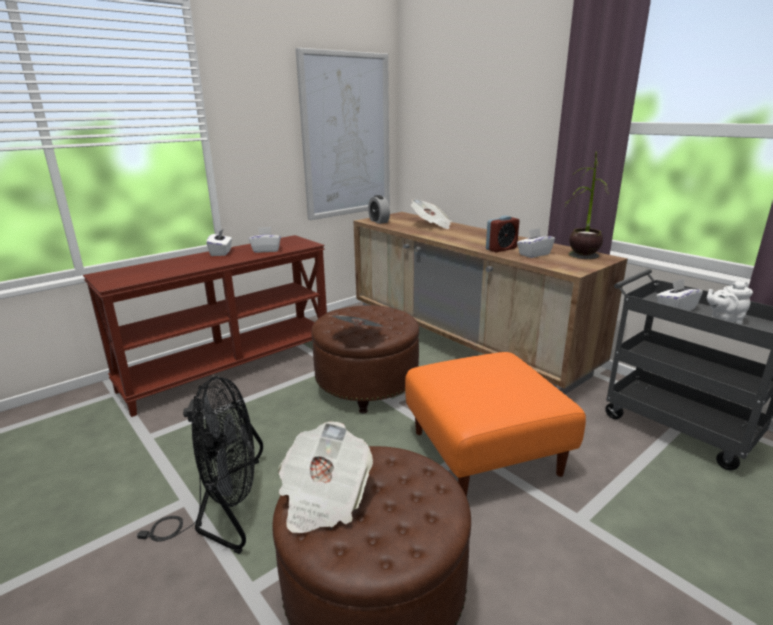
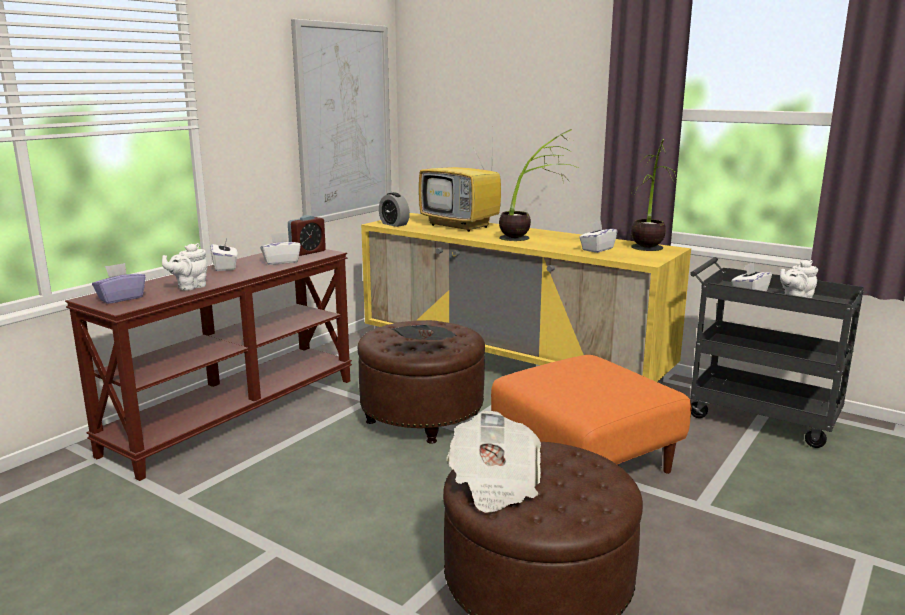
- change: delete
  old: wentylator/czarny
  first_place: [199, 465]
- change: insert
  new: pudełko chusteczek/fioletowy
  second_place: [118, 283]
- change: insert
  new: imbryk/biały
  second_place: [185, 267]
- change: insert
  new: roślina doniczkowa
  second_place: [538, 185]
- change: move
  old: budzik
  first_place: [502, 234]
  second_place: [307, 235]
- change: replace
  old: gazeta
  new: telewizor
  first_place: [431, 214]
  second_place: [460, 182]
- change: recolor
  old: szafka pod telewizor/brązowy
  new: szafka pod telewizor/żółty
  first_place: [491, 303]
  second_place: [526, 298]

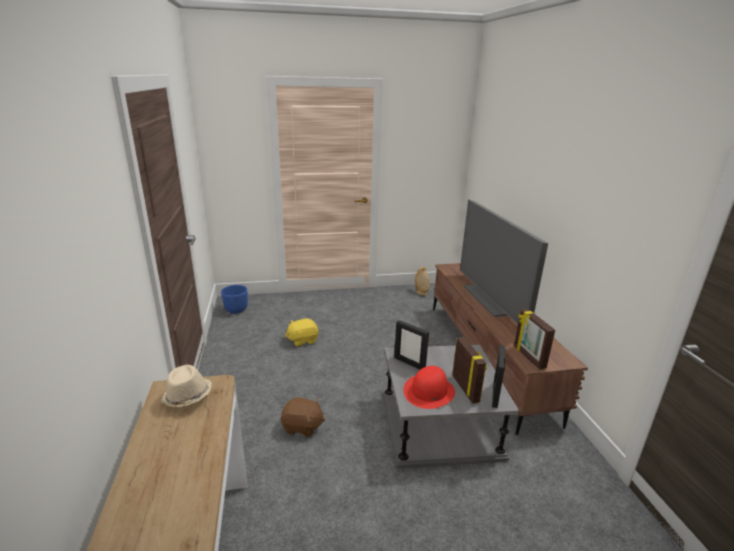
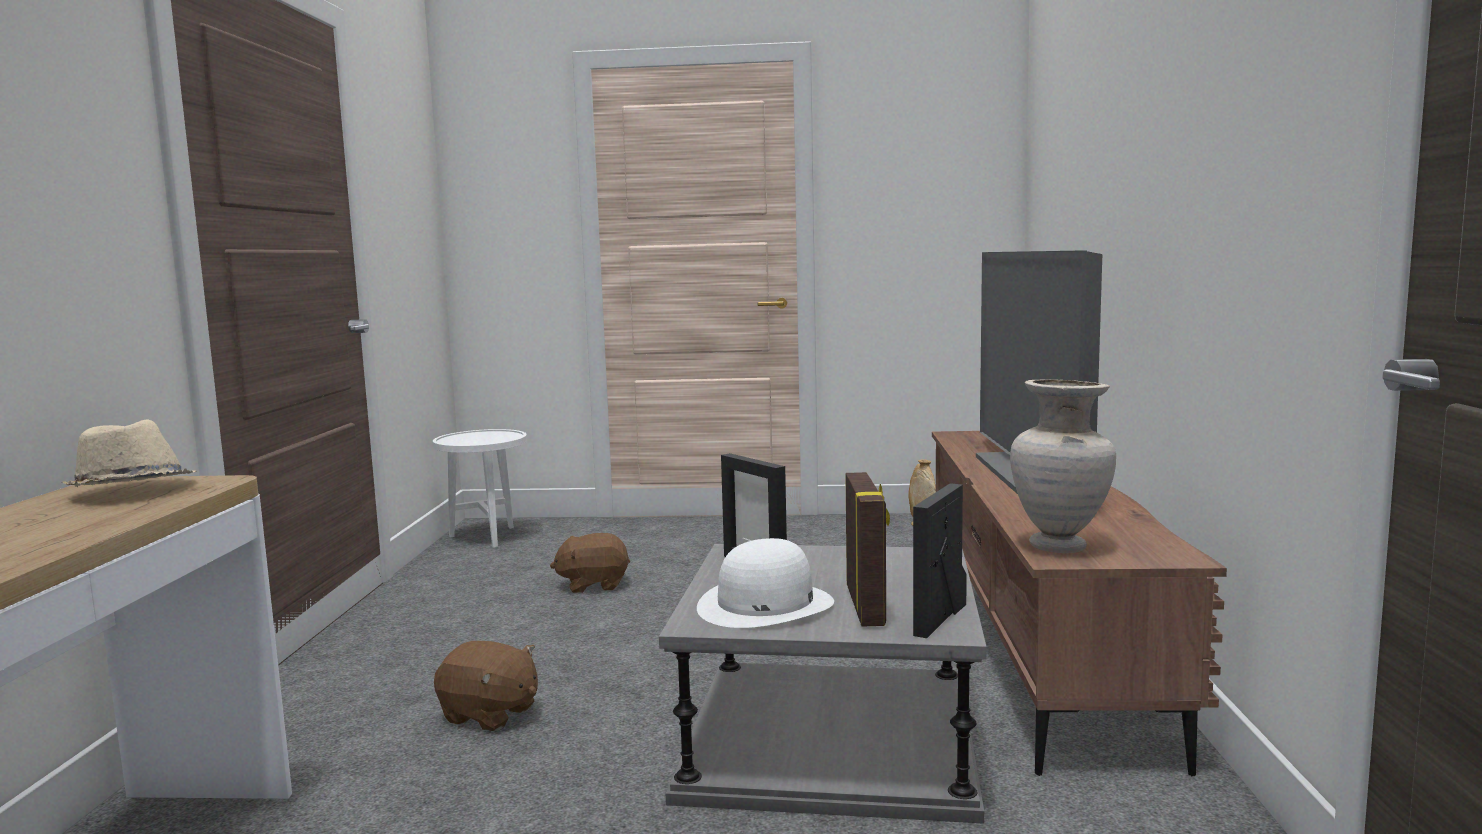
- change: replace
  old: donica/niebieski
  new: stolik/biały
  first_place: [234, 299]
  second_place: [480, 488]
- change: replace
  old: ramka na zdjęcie
  new: wazon/beżowy
  first_place: [534, 339]
  second_place: [1063, 466]
- change: recolor
  old: pluszak/żółty
  new: pluszak/brązowy
  first_place: [301, 332]
  second_place: [590, 563]
- change: recolor
  old: kapelusz/czerwony
  new: kapelusz/biały
  first_place: [429, 387]
  second_place: [765, 583]

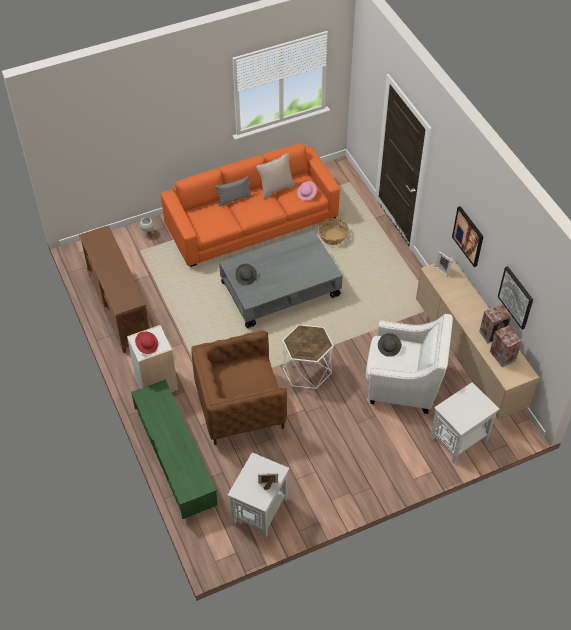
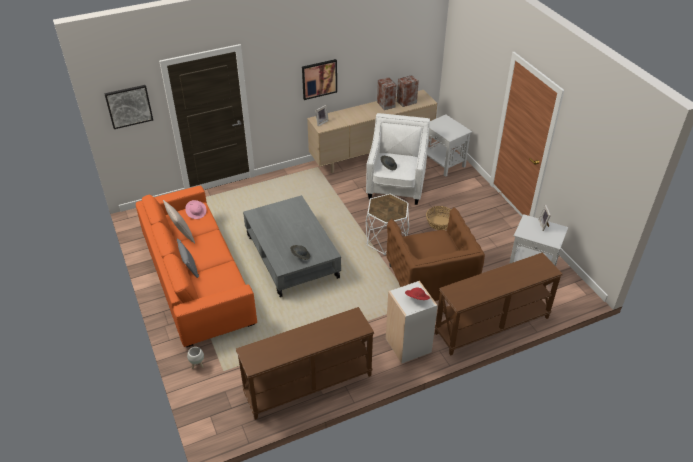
- change: move
  old: koszyk
  first_place: [333, 231]
  second_place: [438, 218]
- change: move
  old: obraz
  first_place: [515, 297]
  second_place: [128, 107]
- change: replace
  old: szafka pod telewizor/zielony
  new: stolik konsolowy/brązowy
  first_place: [174, 449]
  second_place: [498, 304]

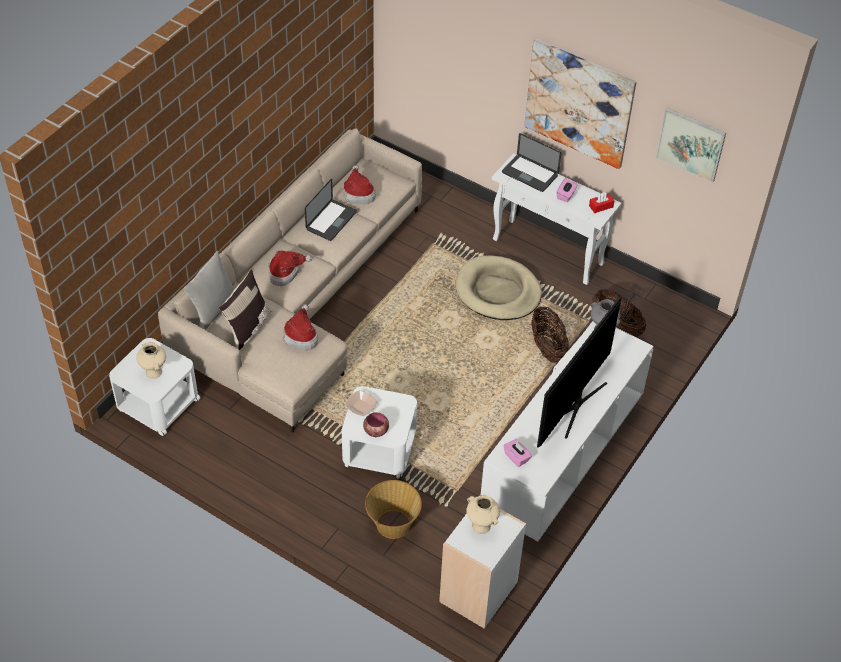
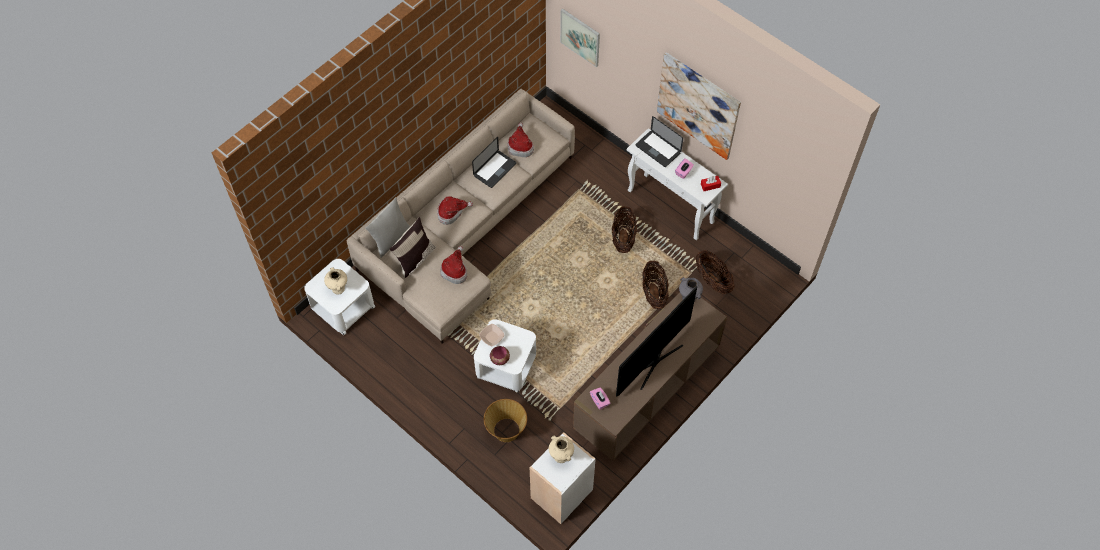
- change: move
  old: obraz
  first_place: [691, 145]
  second_place: [580, 37]
- change: replace
  old: legowisko/beżowy
  new: koszyk
  first_place: [499, 287]
  second_place: [624, 229]
- change: recolor
  old: szafka pod telewizor/biały
  new: szafka pod telewizor/brązowy
  first_place: [567, 431]
  second_place: [650, 376]

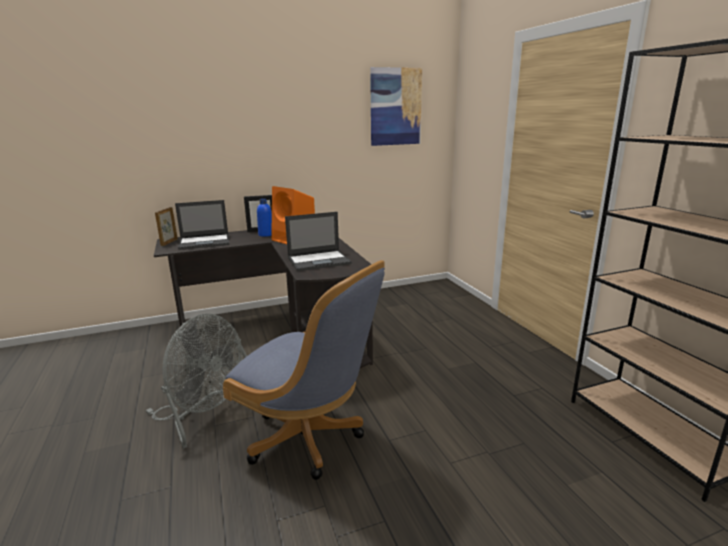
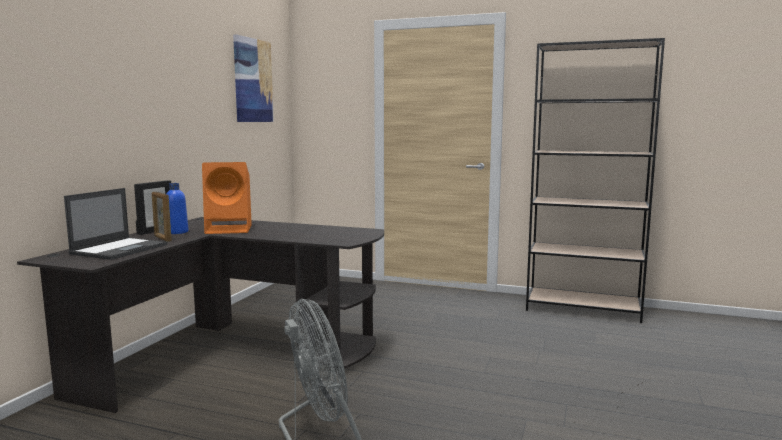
- change: delete
  old: krzesło biurowe/niebieski
  first_place: [304, 370]
- change: delete
  old: laptop
  first_place: [318, 241]
- change: move
  old: ramka na zdjęcie
  first_place: [166, 226]
  second_place: [162, 217]

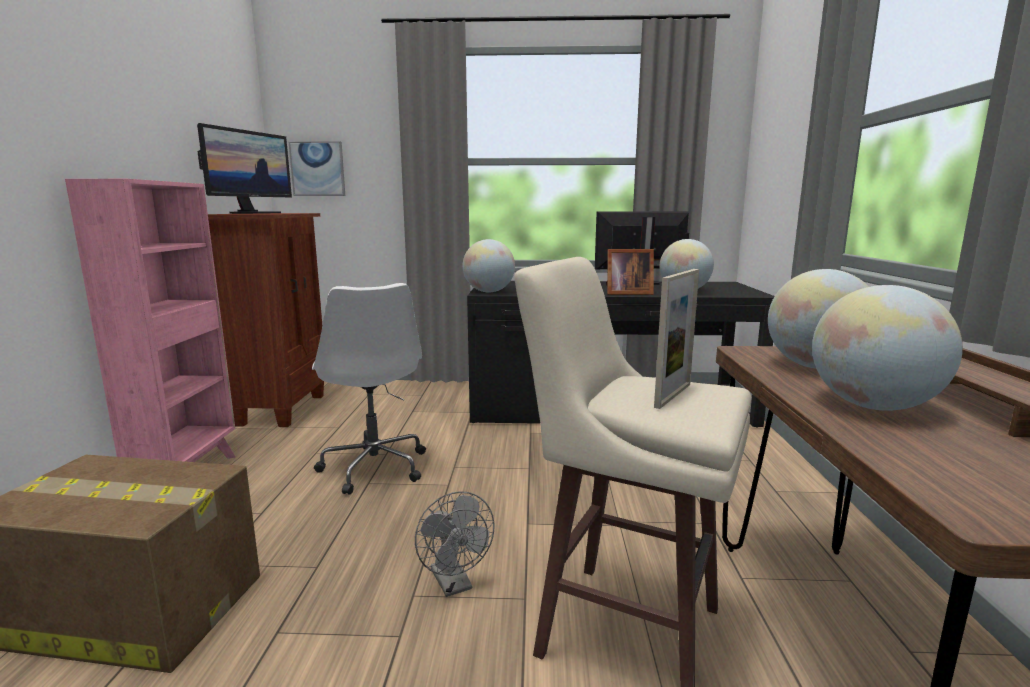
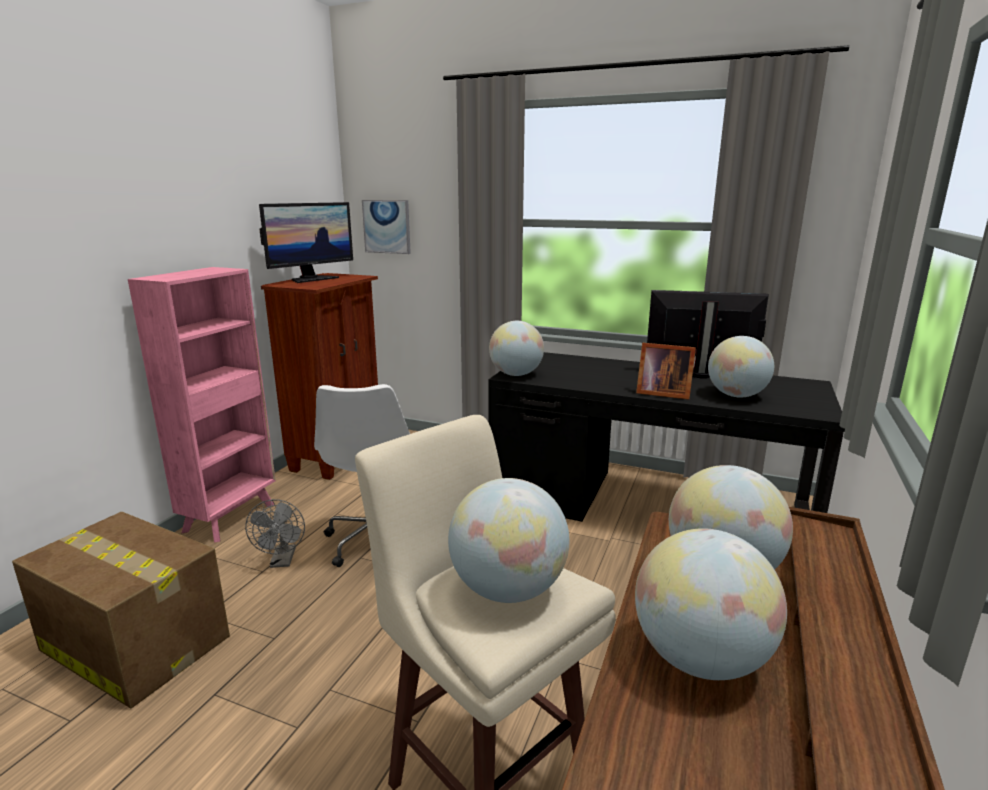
- change: move
  old: wentylator/szary
  first_place: [454, 544]
  second_place: [275, 533]
- change: replace
  old: ramka na zdjęcie
  new: globus
  first_place: [676, 339]
  second_place: [509, 540]

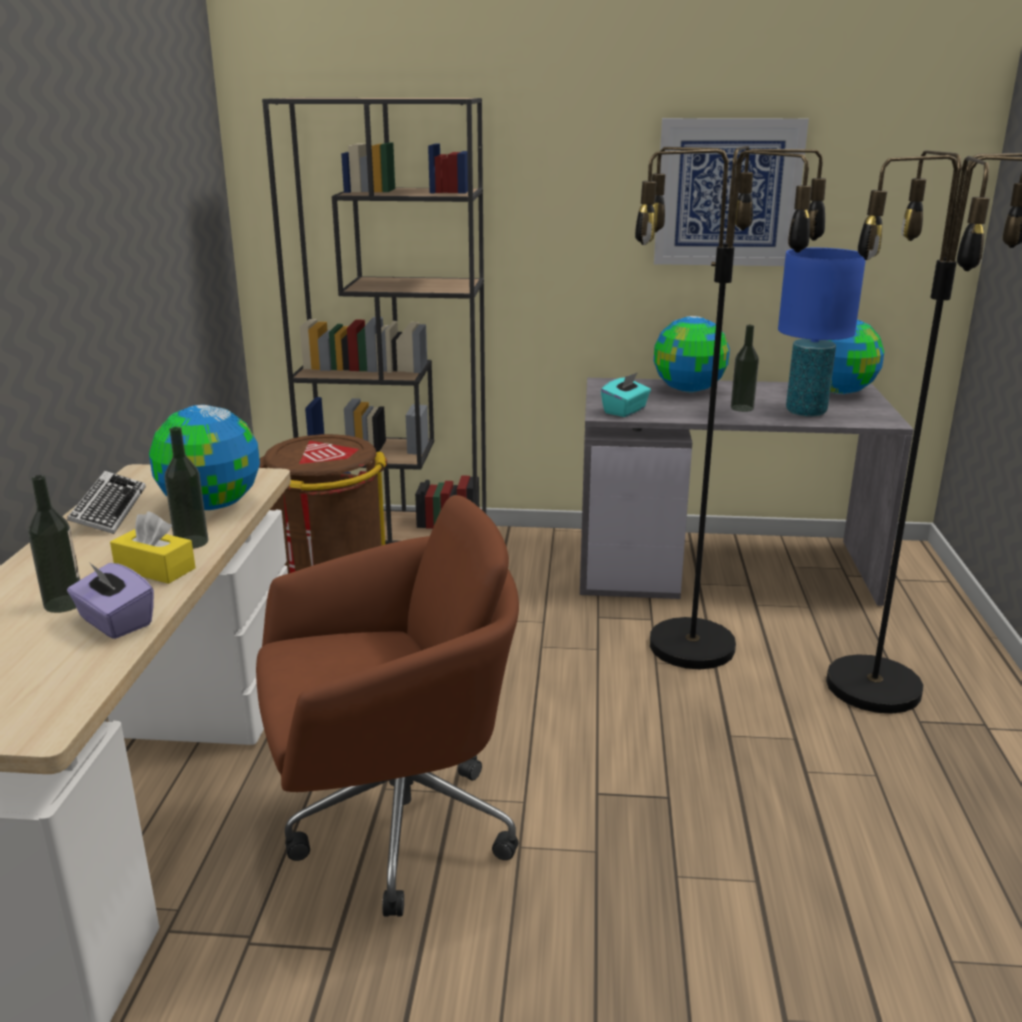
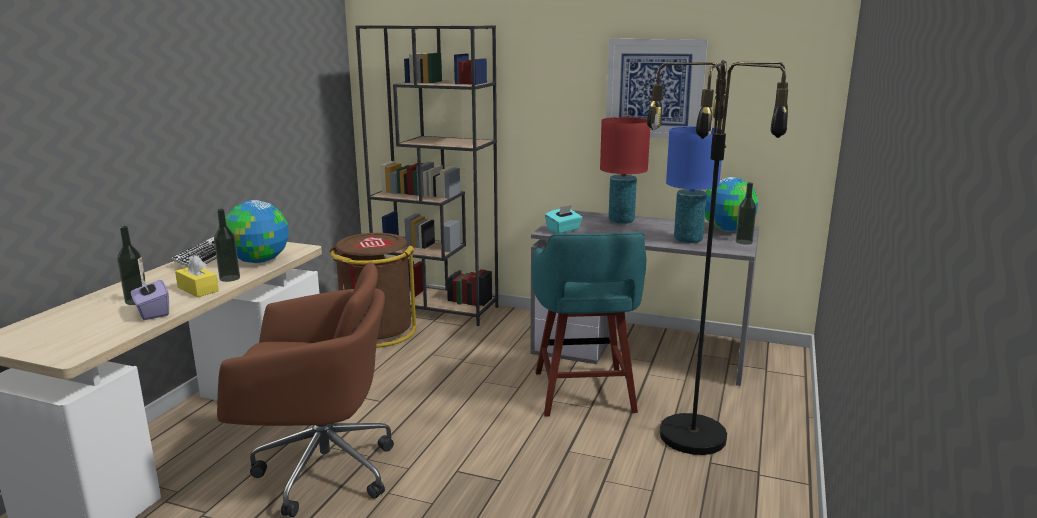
- change: move
  old: butelka
  first_place: [745, 368]
  second_place: [746, 214]
- change: replace
  old: lampa stojąca
  new: stołek/turkusowy
  first_place: [730, 407]
  second_place: [589, 324]
- change: replace
  old: globus
  new: lampa stołowa/czerwony
  first_place: [692, 354]
  second_place: [625, 170]

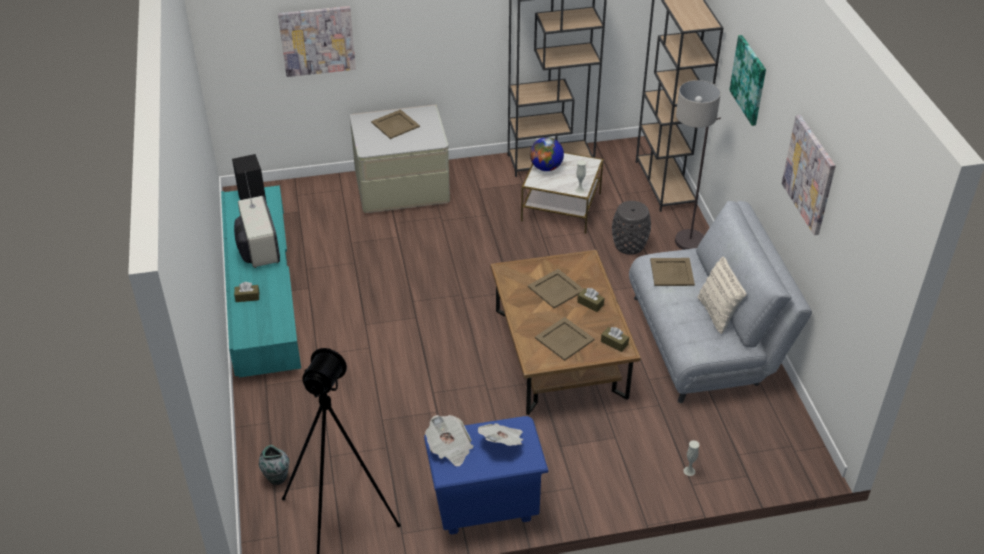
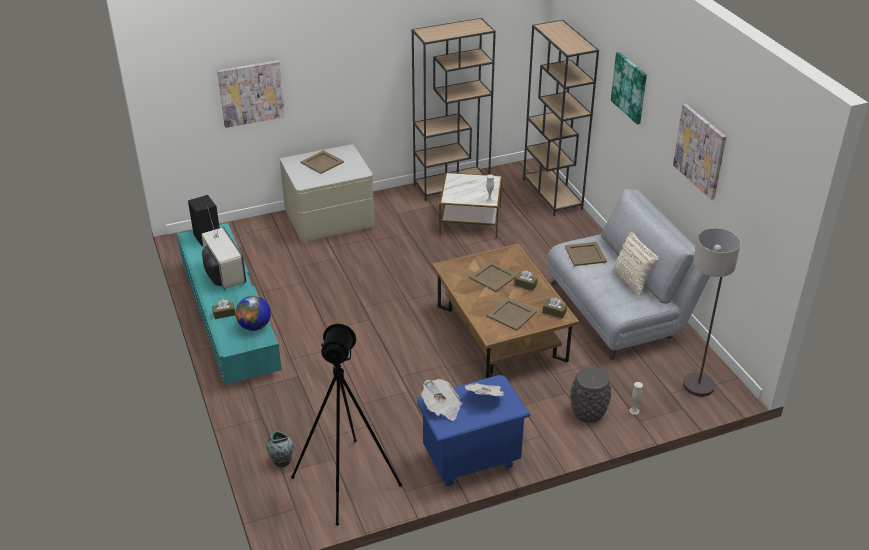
- change: move
  old: globus
  first_place: [547, 154]
  second_place: [253, 313]
- change: move
  old: stołek/szary
  first_place: [631, 228]
  second_place: [590, 395]
- change: move
  old: lampa stojąca/szary
  first_place: [698, 165]
  second_place: [712, 312]

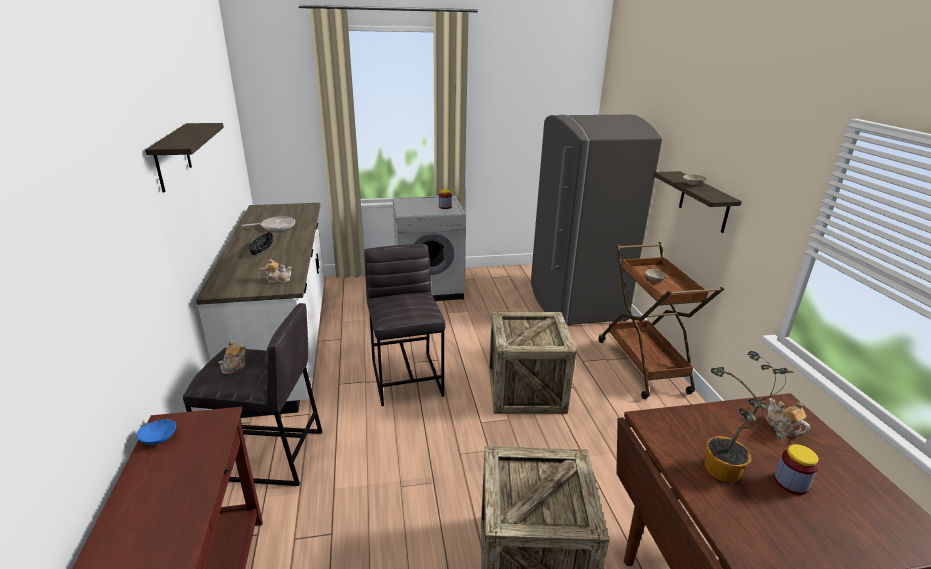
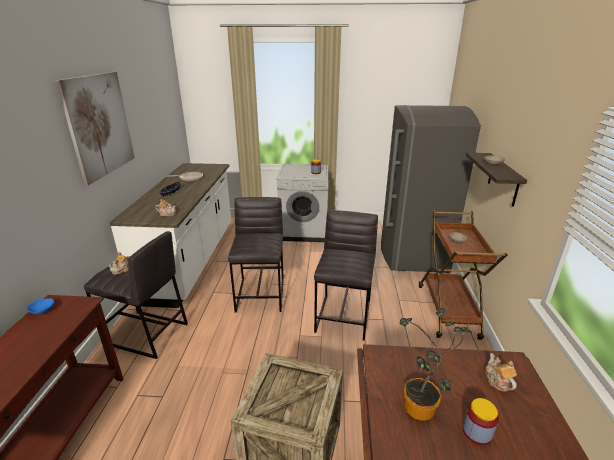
- change: replace
  old: półka
  new: obraz
  first_place: [184, 157]
  second_place: [95, 129]
- change: replace
  old: skrzynka
  new: stołek/szary
  first_place: [532, 363]
  second_place: [346, 275]

